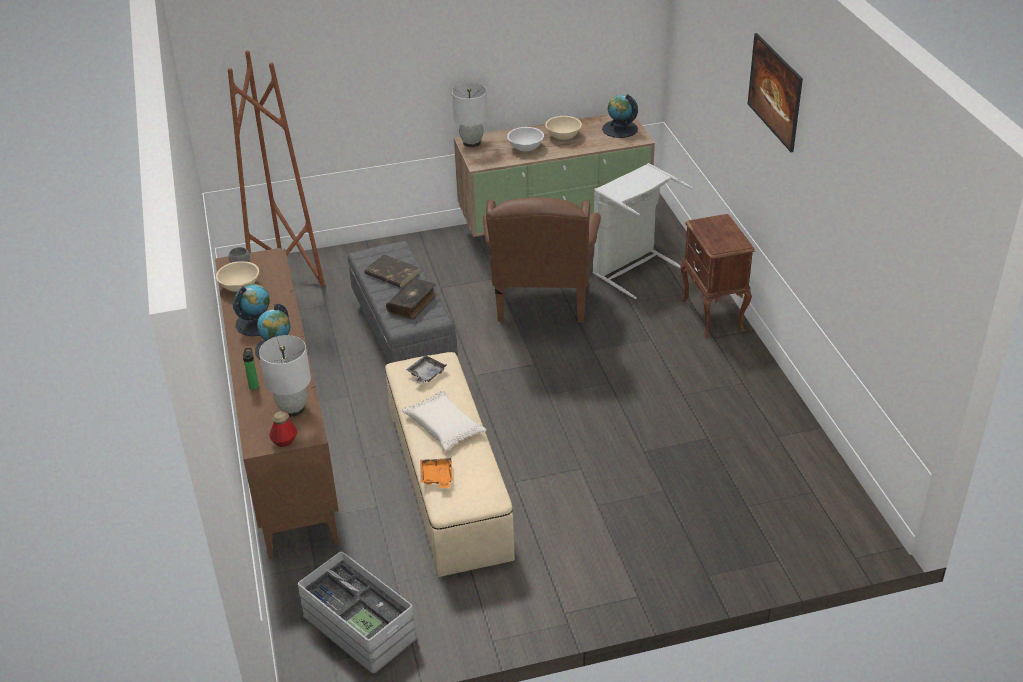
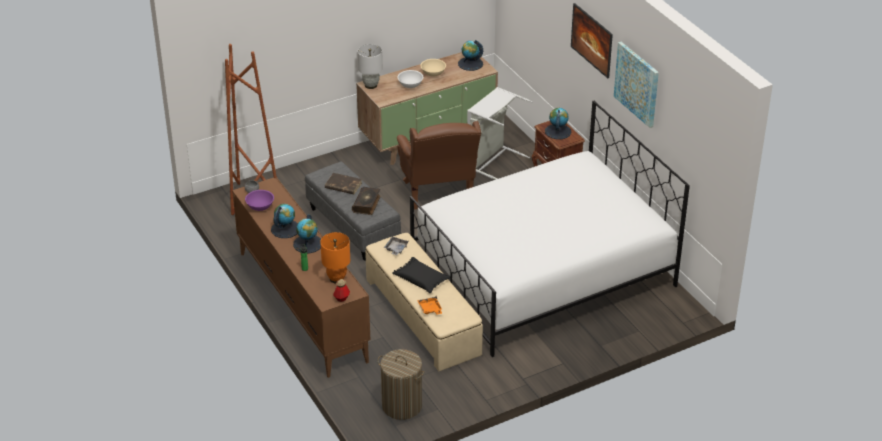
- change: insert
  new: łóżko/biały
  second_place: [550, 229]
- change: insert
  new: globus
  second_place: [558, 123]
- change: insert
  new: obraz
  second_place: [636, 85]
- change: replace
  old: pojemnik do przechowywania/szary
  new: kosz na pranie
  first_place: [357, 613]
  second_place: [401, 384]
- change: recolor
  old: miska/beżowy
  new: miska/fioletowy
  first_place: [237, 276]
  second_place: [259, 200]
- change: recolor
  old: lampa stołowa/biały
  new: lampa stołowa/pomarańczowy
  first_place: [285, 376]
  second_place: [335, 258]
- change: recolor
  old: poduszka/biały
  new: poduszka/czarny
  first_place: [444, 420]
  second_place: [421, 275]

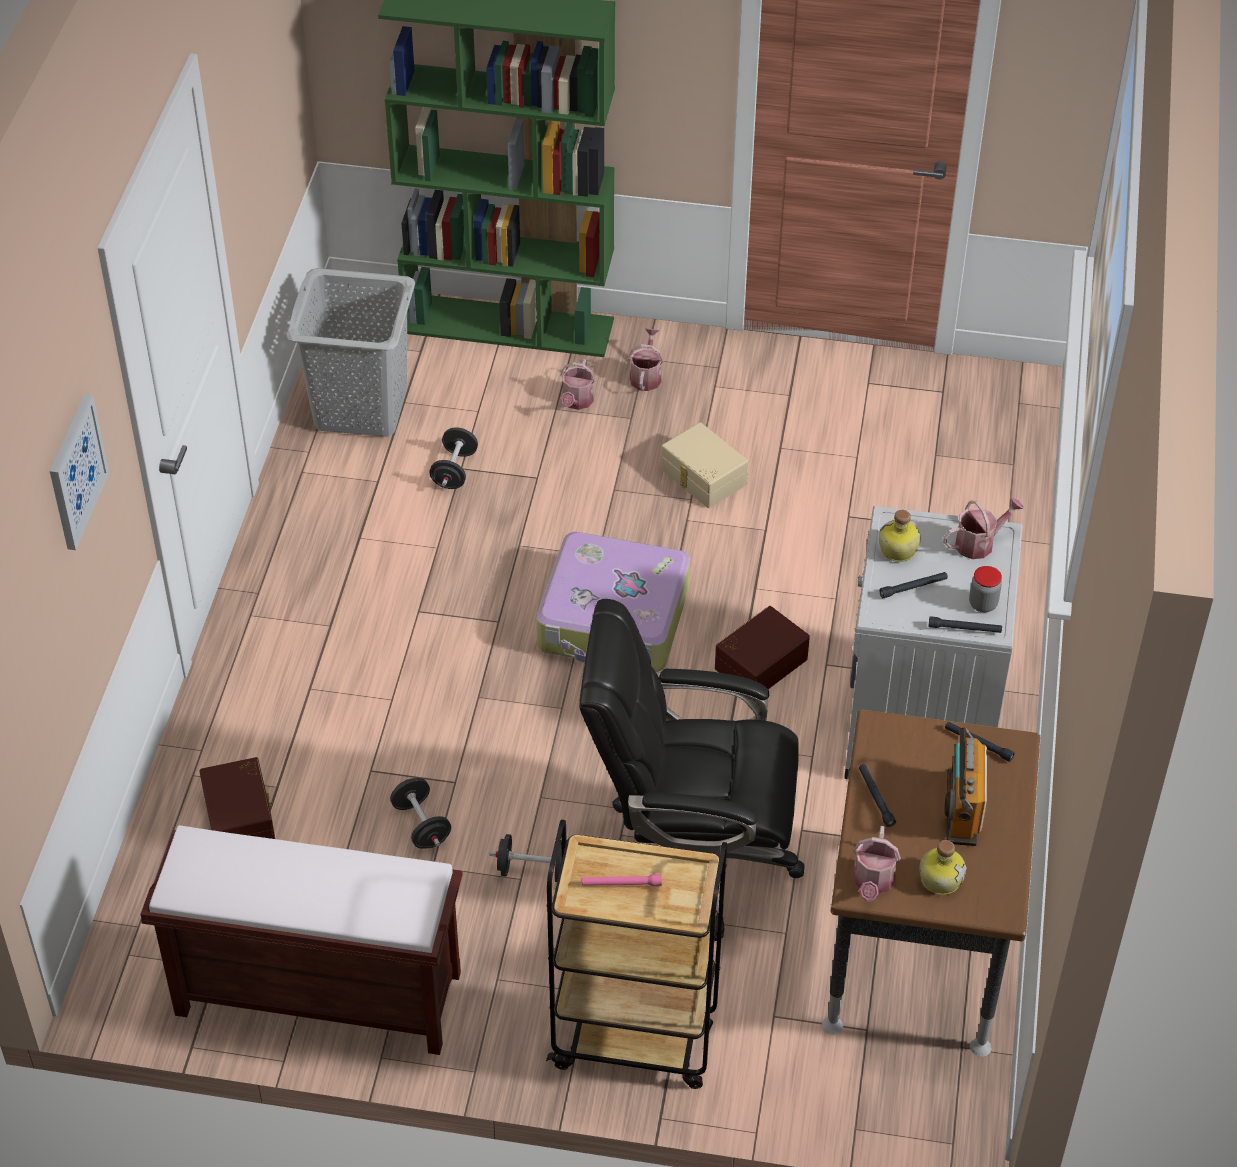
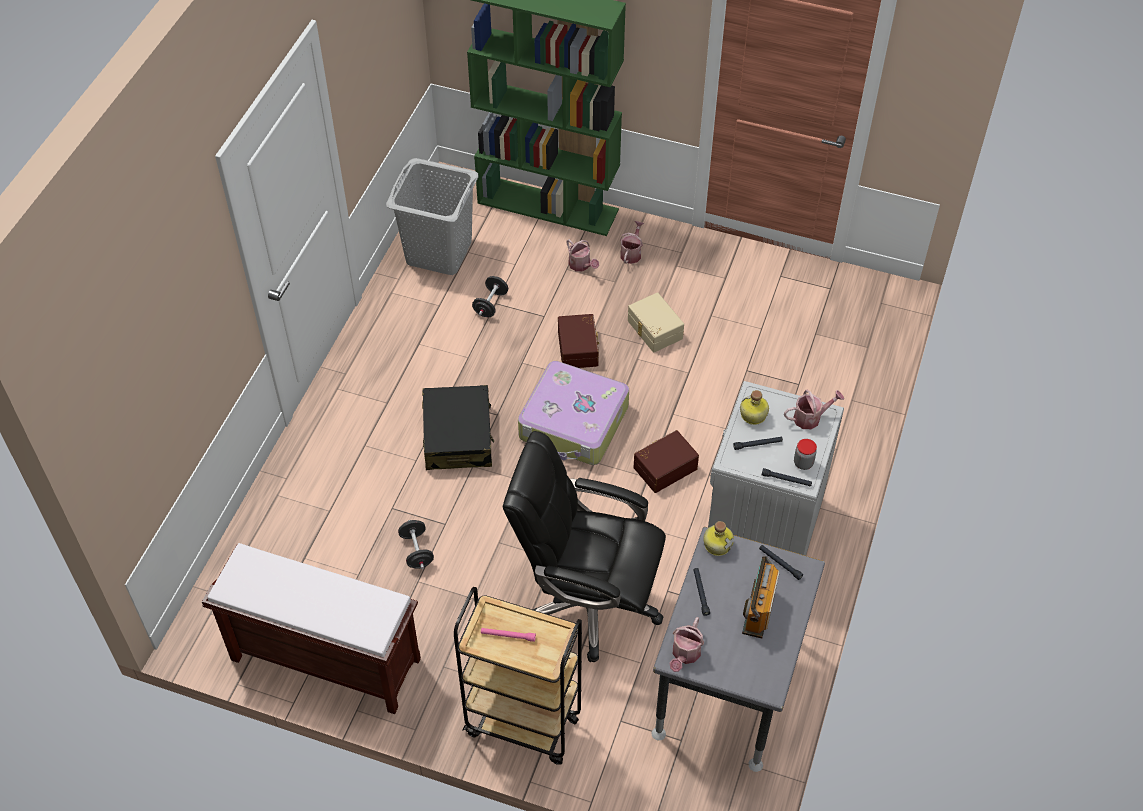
- change: delete
  old: obraz
  first_place: [79, 472]
- change: delete
  old: hantel/czarny
  first_place: [525, 858]
- change: insert
  new: walizka/czarny
  second_place: [458, 427]
- change: move
  old: pojemnik do przechowywania/brązowy
  first_place: [237, 798]
  second_place: [578, 341]
- change: move
  old: butelka
  first_place: [943, 867]
  second_place: [718, 538]
- change: recolor
  old: biurko/brązowy
  new: biurko/szary
  first_place: [931, 883]
  second_place: [738, 649]
- change: rotate
  old: konewka
  first_place: [577, 384]
  second_place: [582, 255]
  degrees: -60

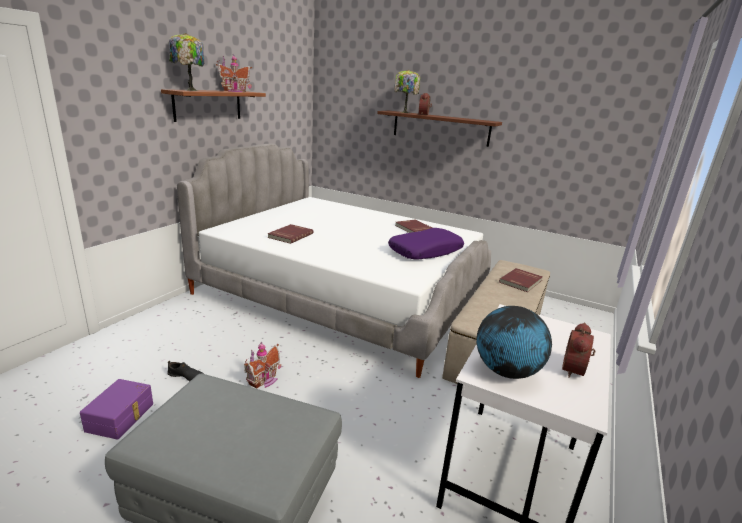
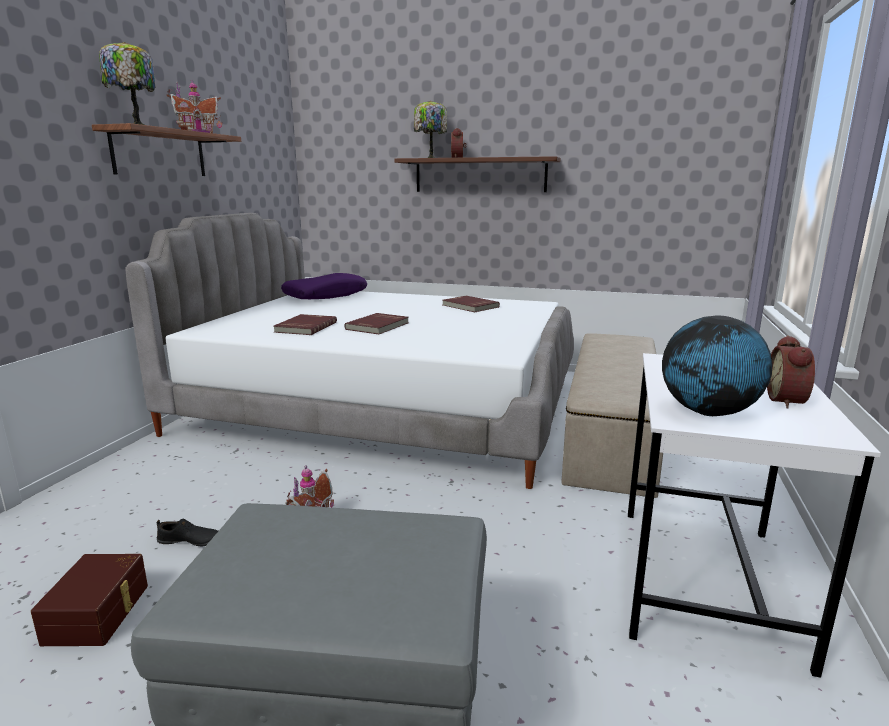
- change: move
  old: poduszka/fioletowy
  first_place: [426, 244]
  second_place: [324, 286]
- change: move
  old: książka/czerwony
  first_place: [521, 280]
  second_place: [376, 323]
- change: recolor
  old: pojemnik do przechowywania/fioletowy
  new: pojemnik do przechowywania/brązowy
  first_place: [116, 409]
  second_place: [89, 600]

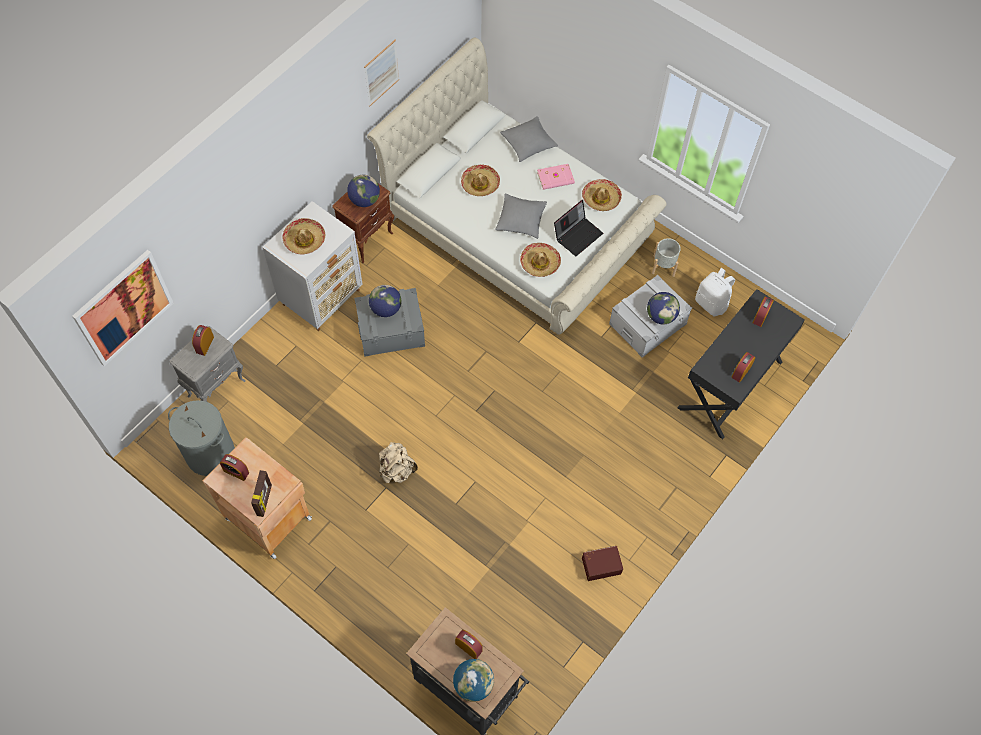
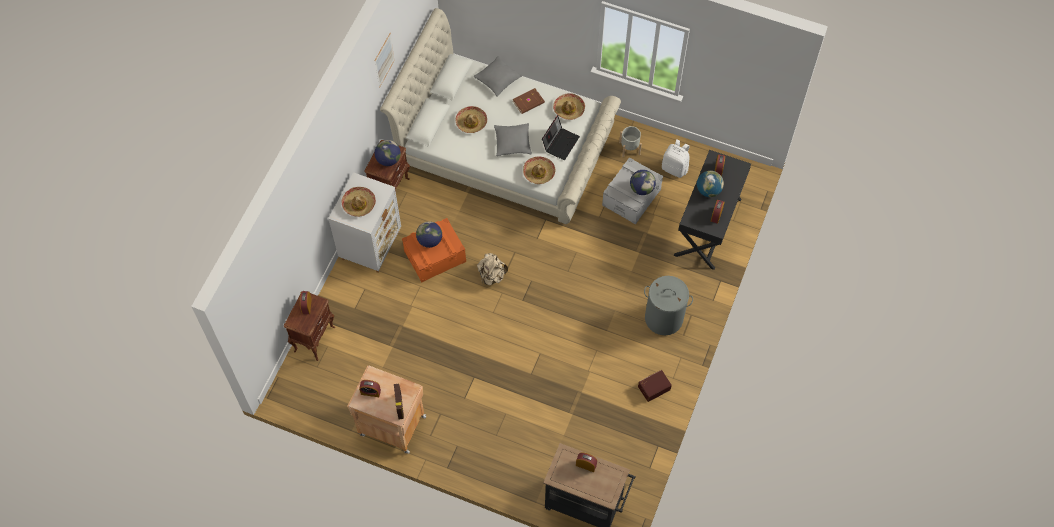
- change: delete
  old: obraz
  first_place: [122, 308]
- change: move
  old: kosz na pranie/szary
  first_place: [201, 438]
  second_place: [668, 305]
- change: move
  old: plecak/beżowy
  first_place: [398, 462]
  second_place: [492, 269]
- change: move
  old: globus
  first_place: [473, 680]
  second_place: [710, 184]
- change: recolor
  old: szafka nocna/szary
  new: szafka nocna/brązowy
  first_place: [207, 364]
  second_place: [309, 327]
- change: recolor
  old: pojemnik do przechowywania/szary
  new: pojemnik do przechowywania/pomarańczowy
  first_place: [389, 322]
  second_place: [434, 250]
- change: recolor
  old: książka/różowy
  new: książka/brązowy
  first_place: [556, 177]
  second_place: [529, 101]

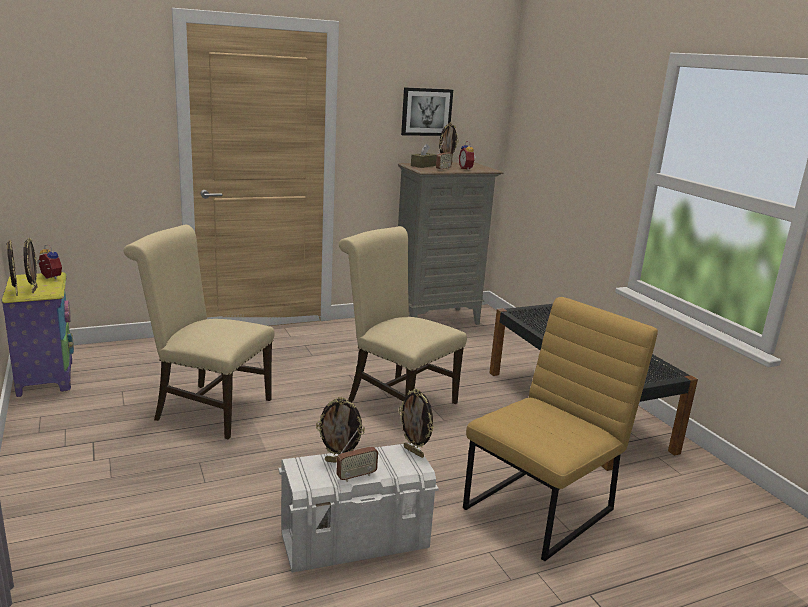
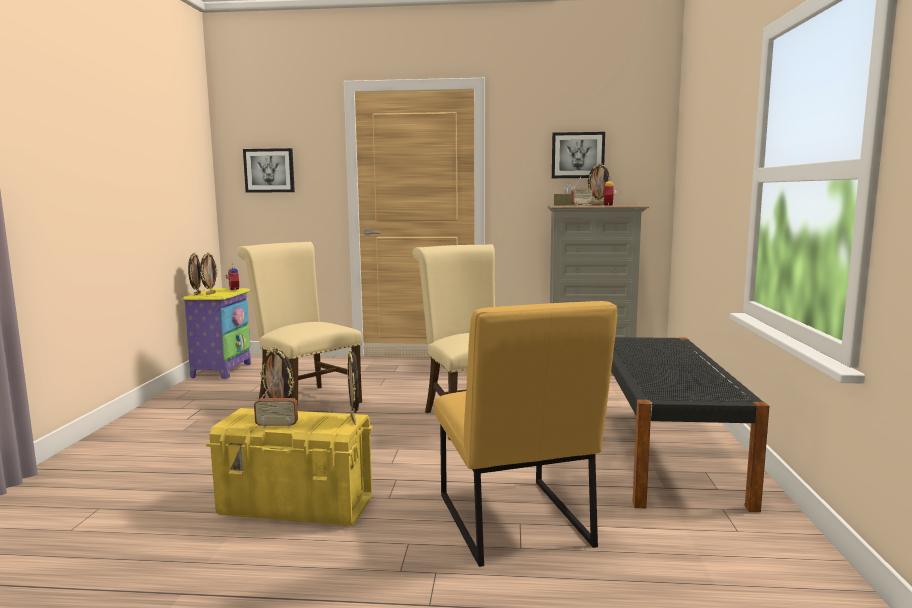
- change: insert
  new: obraz
  second_place: [269, 170]
- change: recolor
  old: pojemnik do przechowywania/biały
  new: pojemnik do przechowywania/żółty
  first_place: [358, 508]
  second_place: [289, 467]
- change: rotate
  old: krzesło/żółty
  first_place: [560, 429]
  second_place: [525, 434]
  degrees: 90

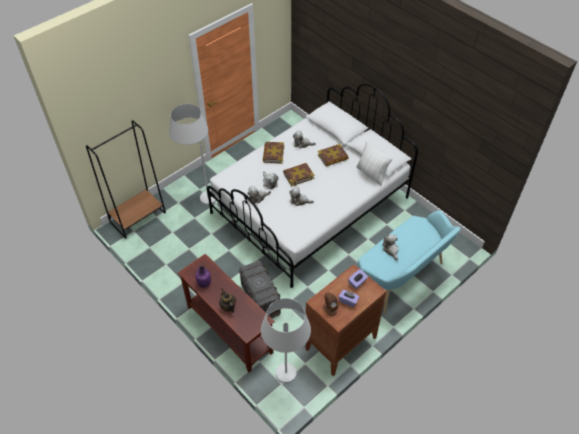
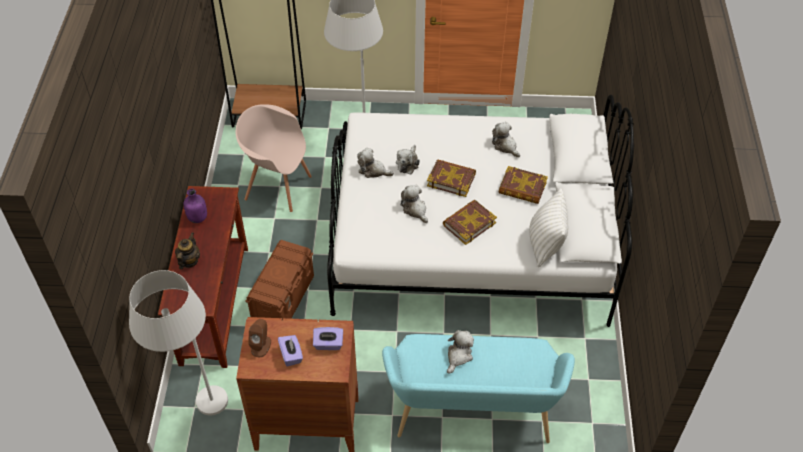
- change: insert
  new: krzesło/beżowy
  second_place: [274, 158]
- change: move
  old: książka
  first_place: [273, 152]
  second_place: [470, 222]
- change: recolor
  old: pojemnik do przechowywania/szary
  new: pojemnik do przechowywania/brązowy
  first_place: [259, 289]
  second_place: [279, 280]

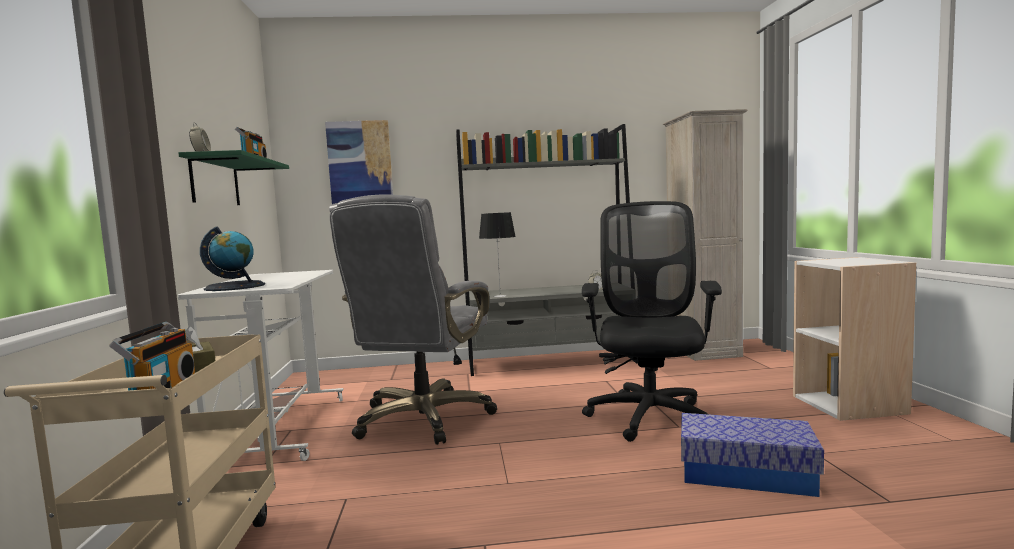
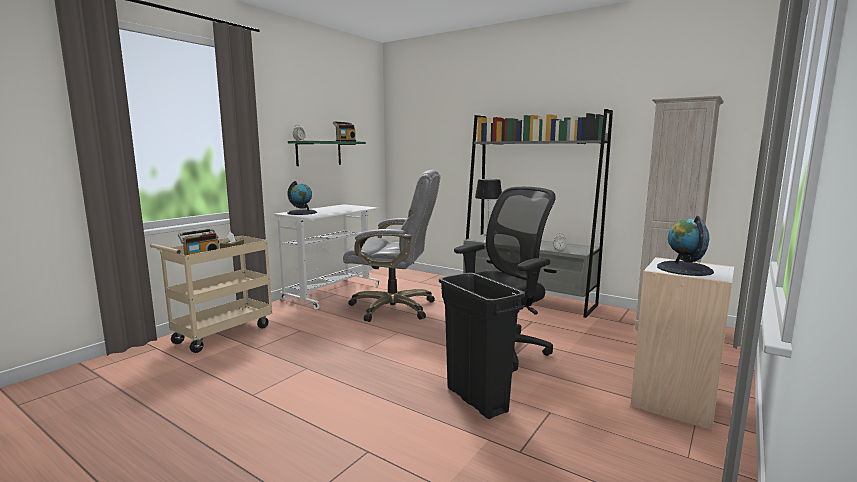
- change: delete
  old: obraz
  first_place: [359, 162]
- change: insert
  new: globus
  second_place: [685, 246]
- change: replace
  old: pojemnik do przechowywania
  new: kosz na śmieci/czarny
  first_place: [752, 455]
  second_place: [482, 346]
- change: rotate
  old: krzesło biurowe/szary
  first_place: [413, 319]
  second_place: [391, 246]
  degrees: -135

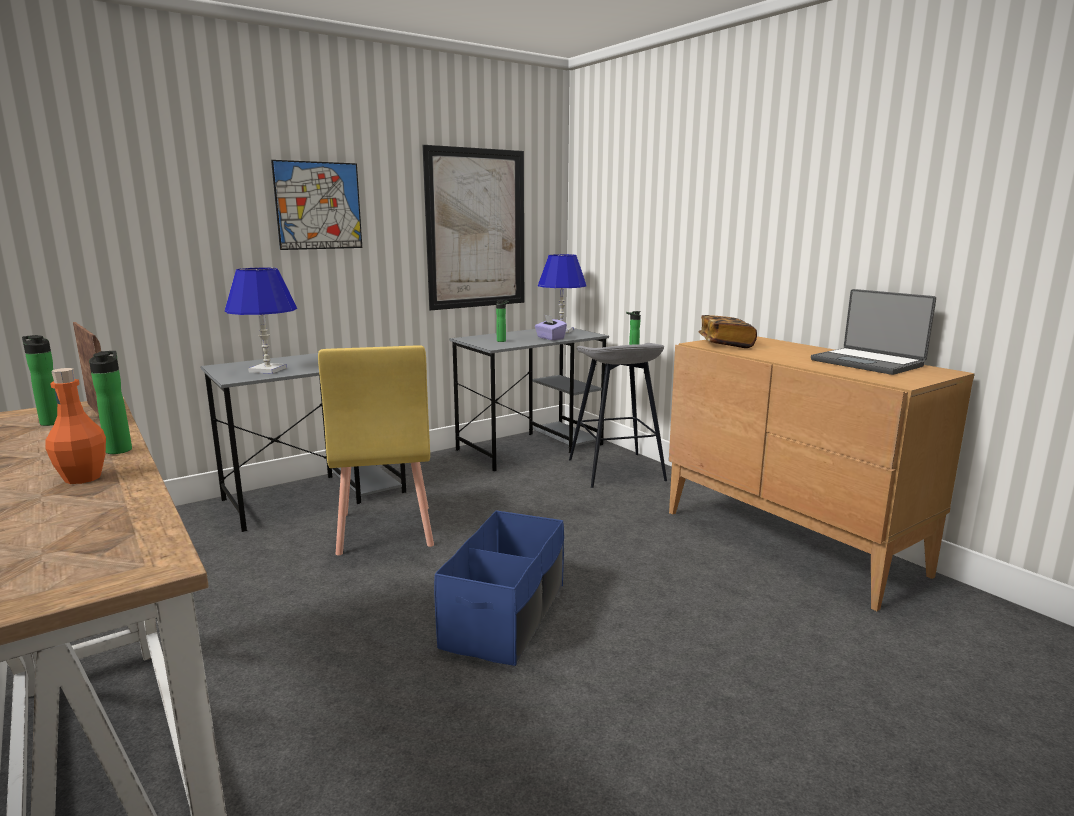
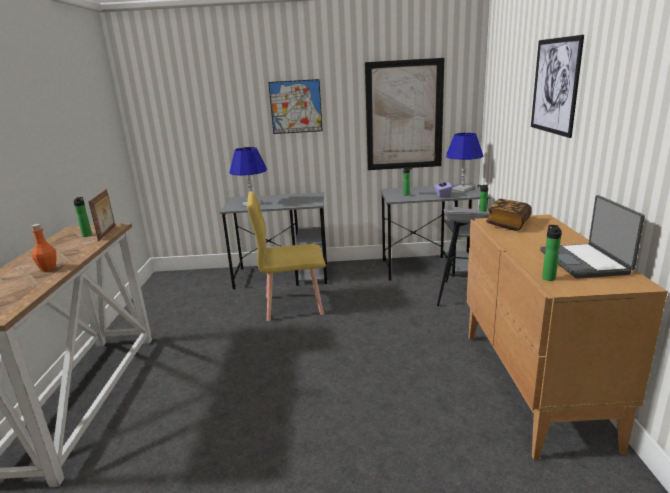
- change: delete
  old: pojemnik do przechowywania/niebieski
  first_place: [499, 588]
- change: insert
  new: obraz
  second_place: [557, 86]
- change: move
  old: butelka
  first_place: [110, 402]
  second_place: [552, 253]
- change: rotate
  old: krzesło/żółty
  first_place: [376, 451]
  second_place: [286, 256]
  degrees: 60

